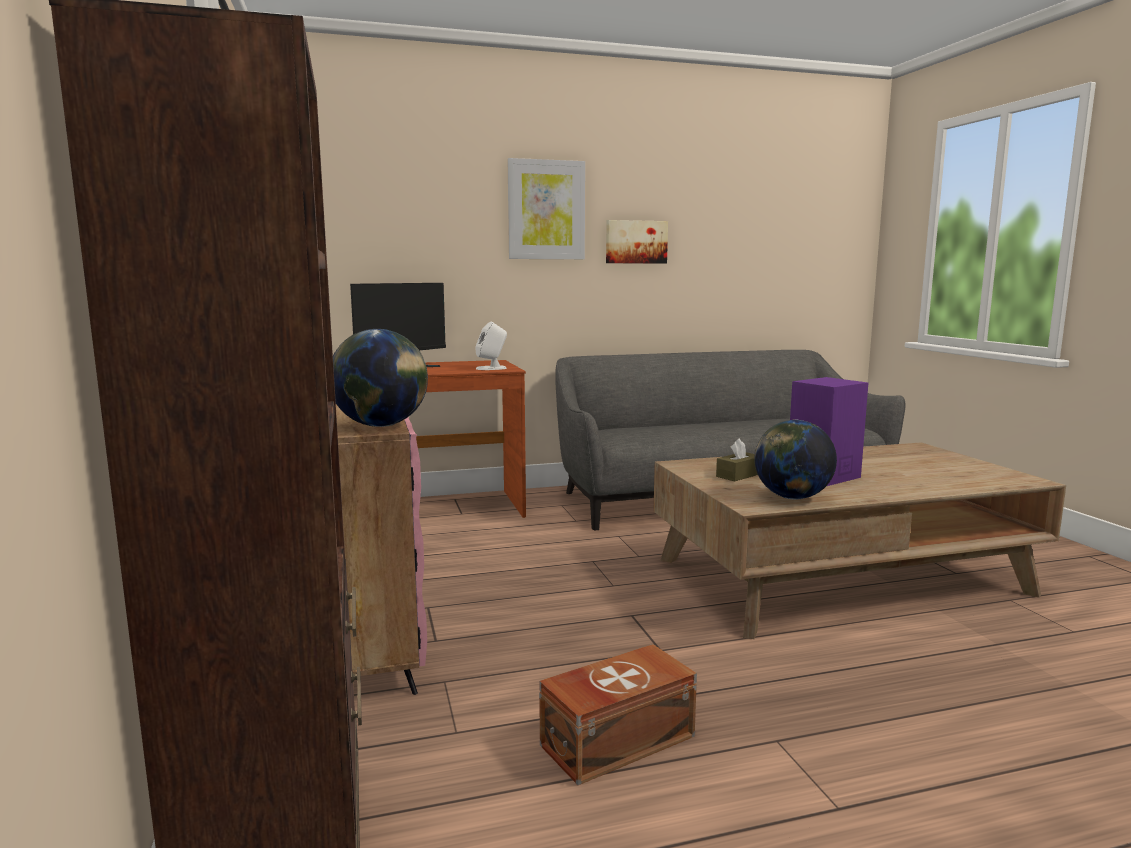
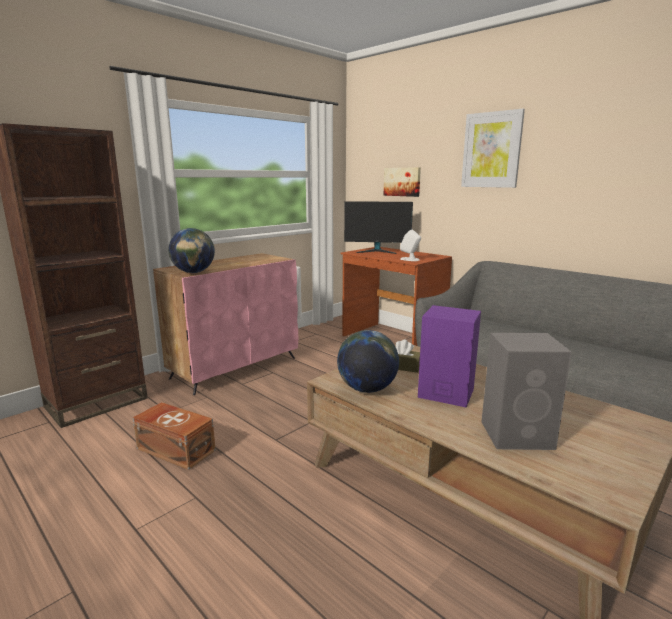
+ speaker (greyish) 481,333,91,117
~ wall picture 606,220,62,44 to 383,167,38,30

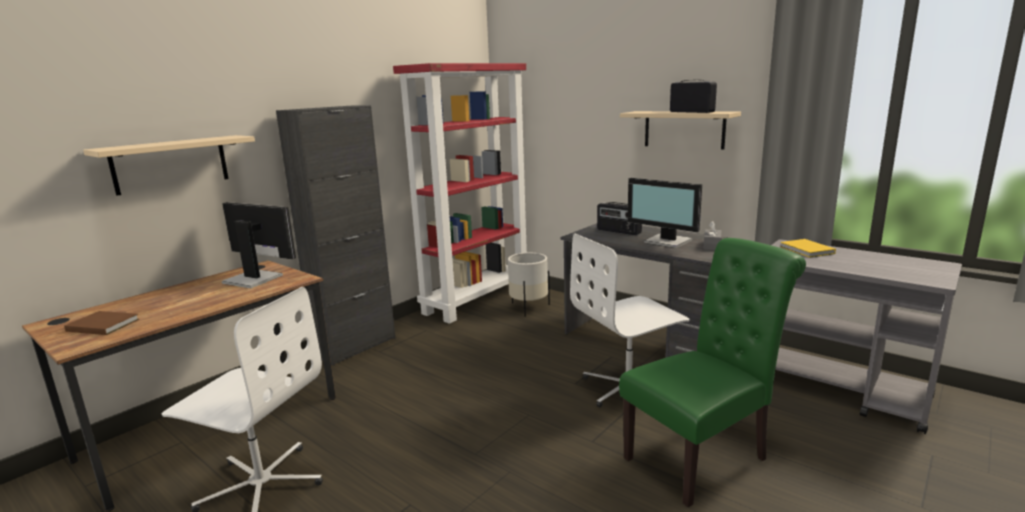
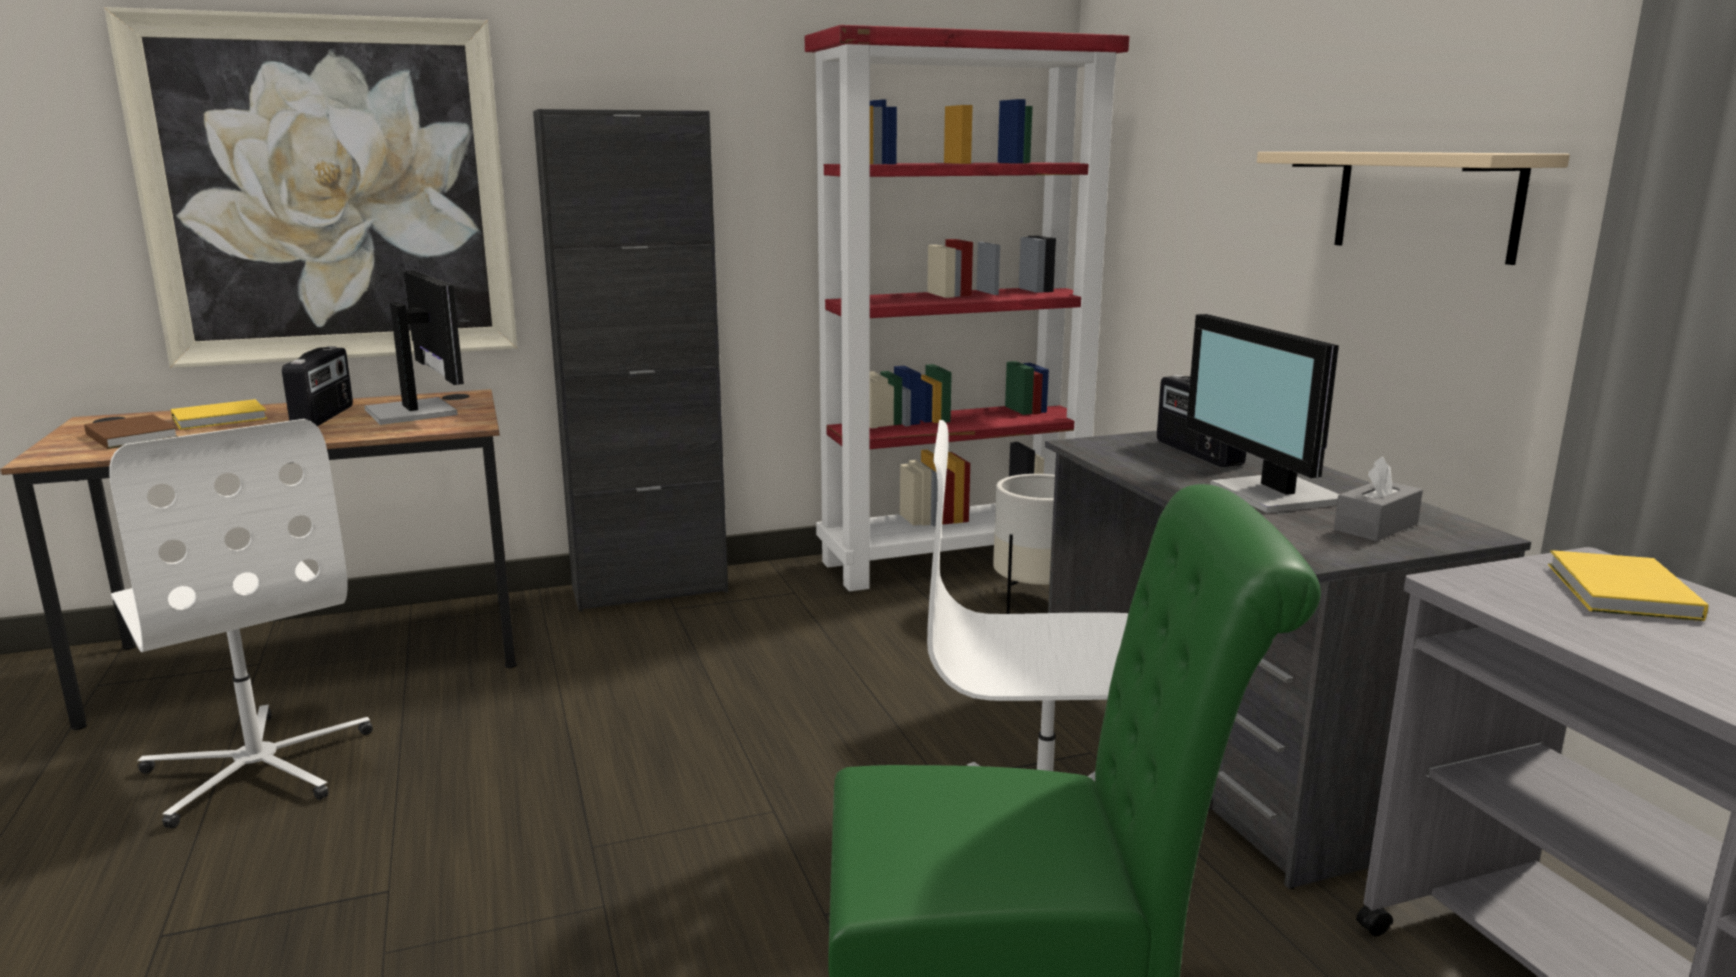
+ book (yellow) 171,399,96,31
~ radio 670,80,47,33 to 282,346,71,80
~ wall shelf (beige) 83,135,172,61 to wall picture 104,7,414,361

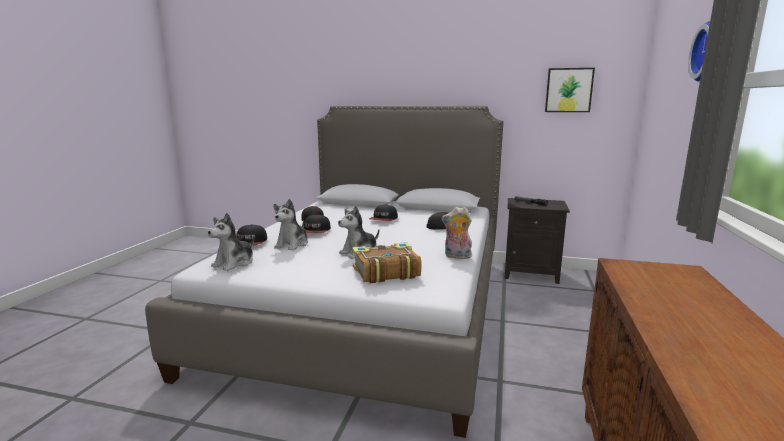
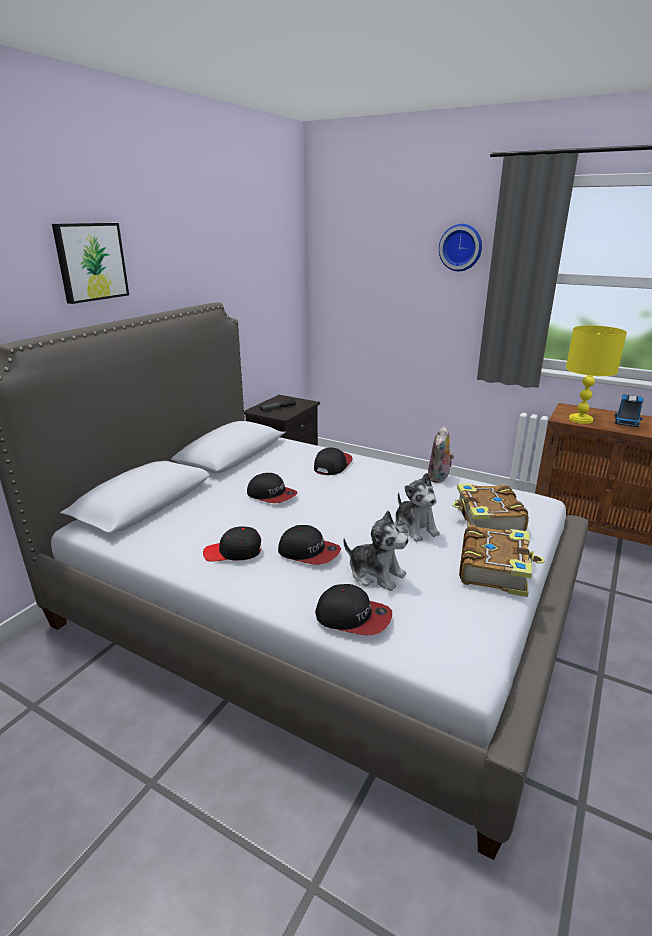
- soft toy 208,213,46,58
+ book 459,525,86,72
+ lamp for a table (yellow) 566,326,61,98
+ toy lorry 615,395,29,32
~ wall picture 545,68,50,44 to 52,223,77,81

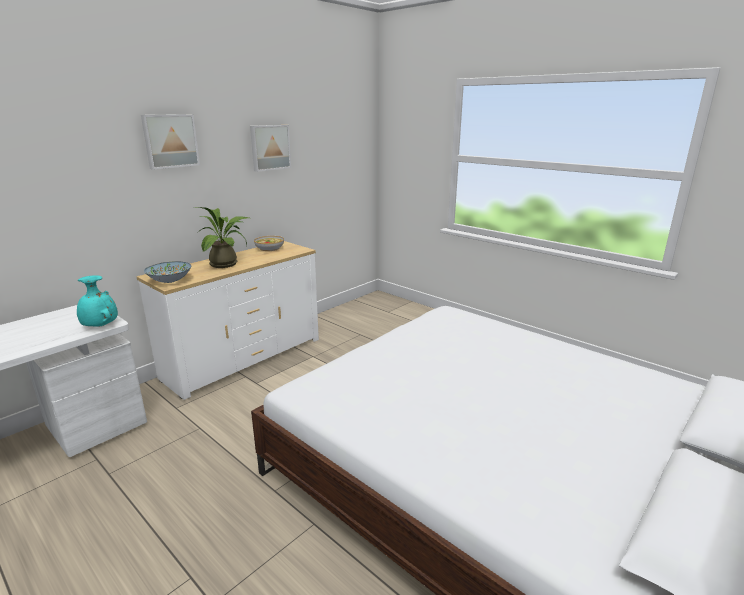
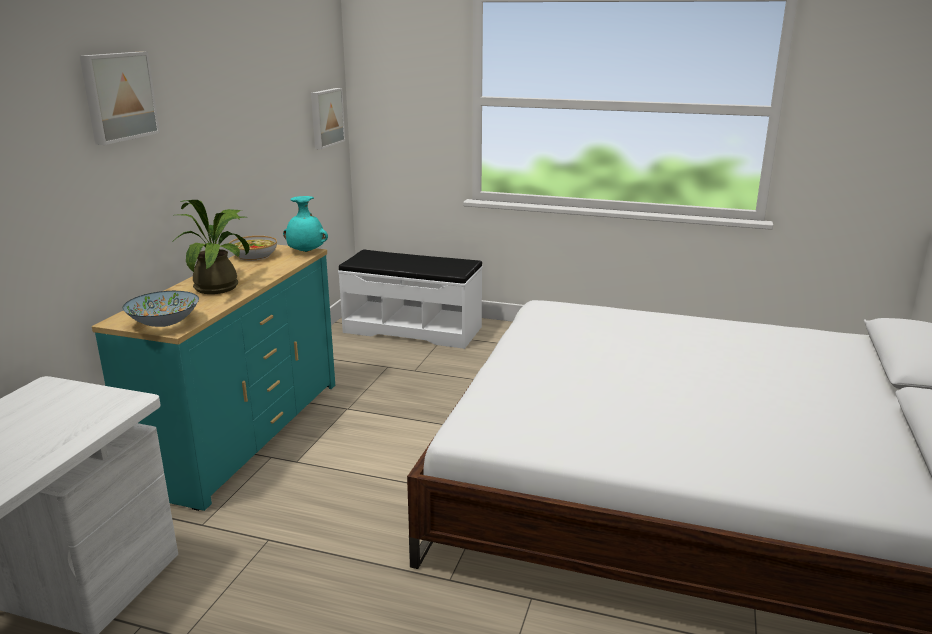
+ long seat (white) 338,249,145,100
~ vase (turquoise) 77,275,41,52 to 283,196,45,56
~ wall picture 250,125,41,47 to 311,88,34,61
~ drawer chest (white) 136,241,183,159 to drawer chest (turquoise) 92,245,243,266

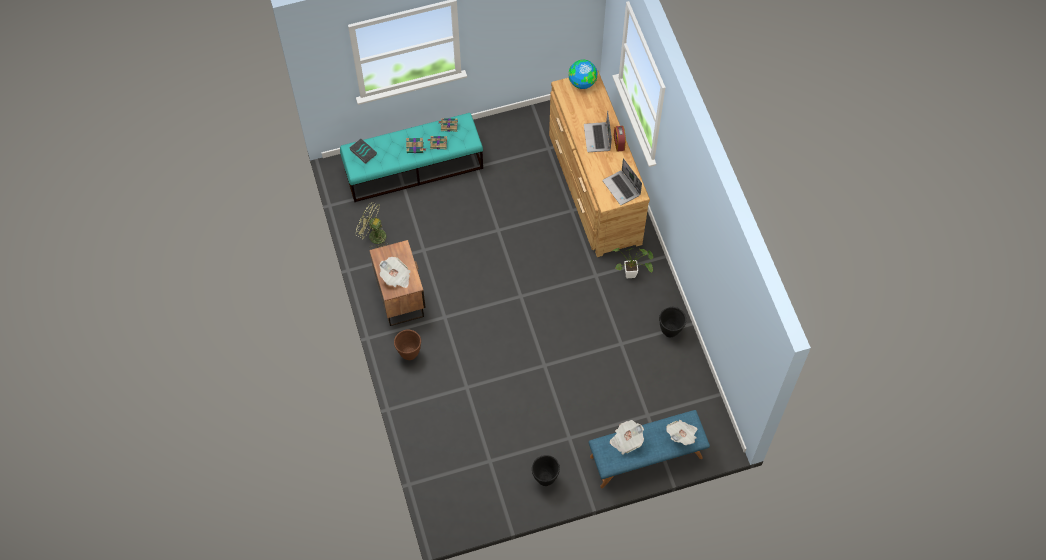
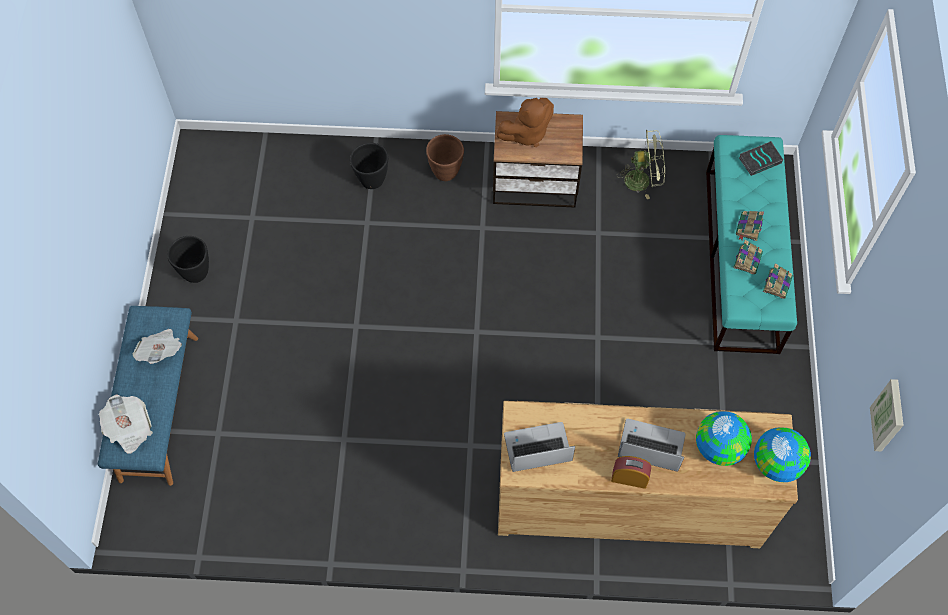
- potted plant 613,248,41,30
+ globe 696,411,56,55
+ wall picture 870,379,34,72
~ flower pot (black-coloured) 659,307,27,30 to 350,143,38,46
~ daily paper 380,257,31,31 to soft toy (brown-coloured) 497,98,57,49
~ electric fan (green-coloured) 356,202,30,46 = 616,130,49,70 45 degrees clockwise

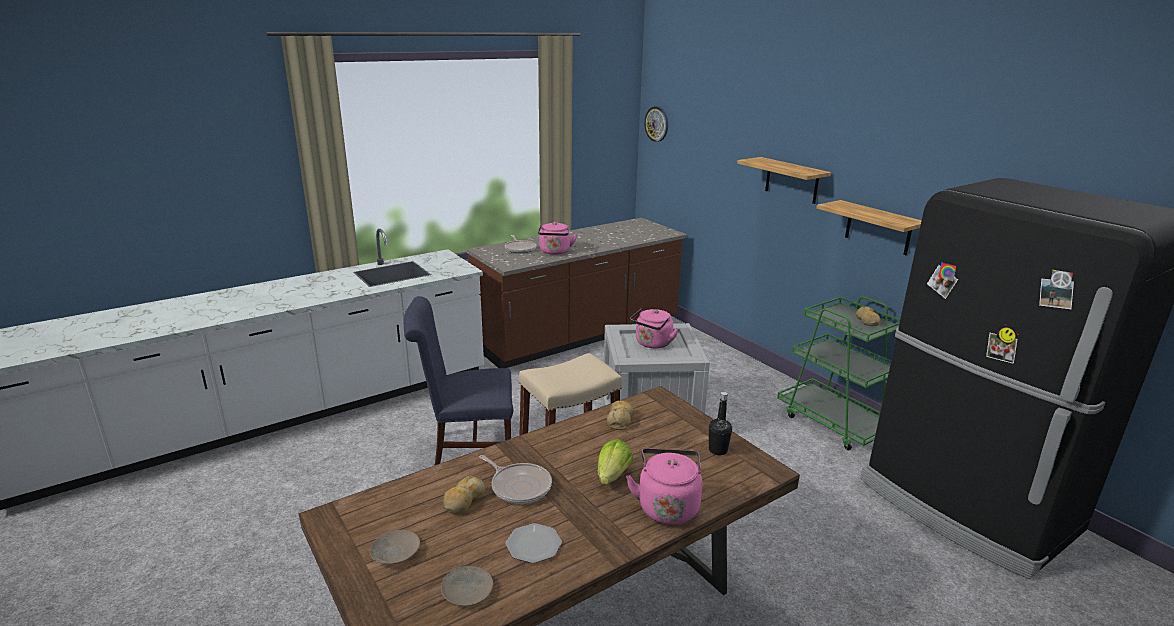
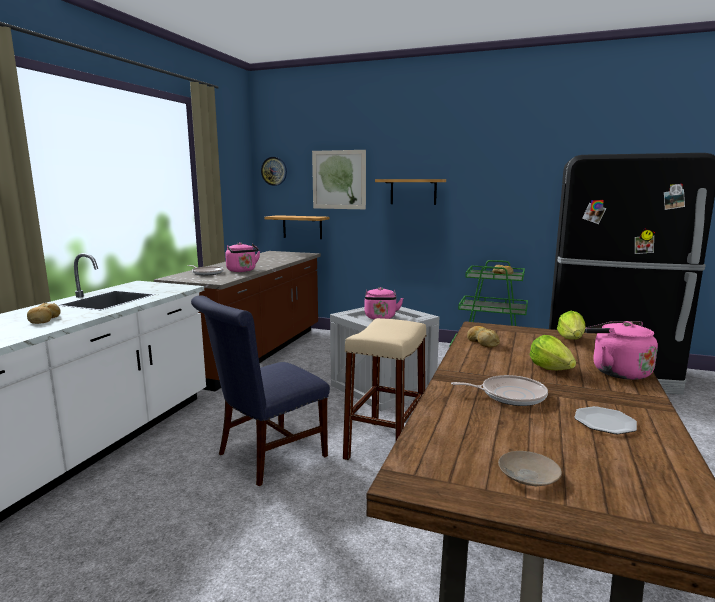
- dinner plate (beige) 441,566,52,40
+ wall picture 312,150,54,59
~ baked bread 443,476,42,39 to 27,303,34,21
~ wall shelf 816,200,106,55 to 265,215,65,24
~ bottle (black-coloured) 709,392,23,63 to head of lettuce 557,311,29,28

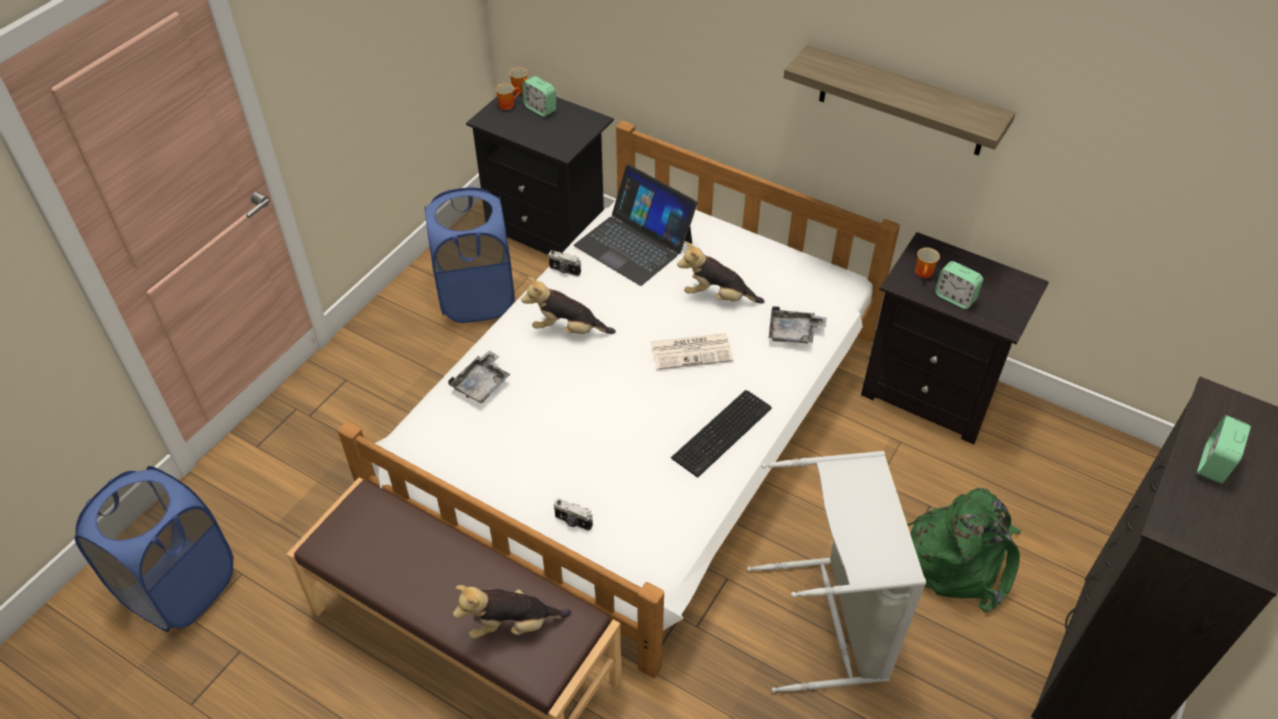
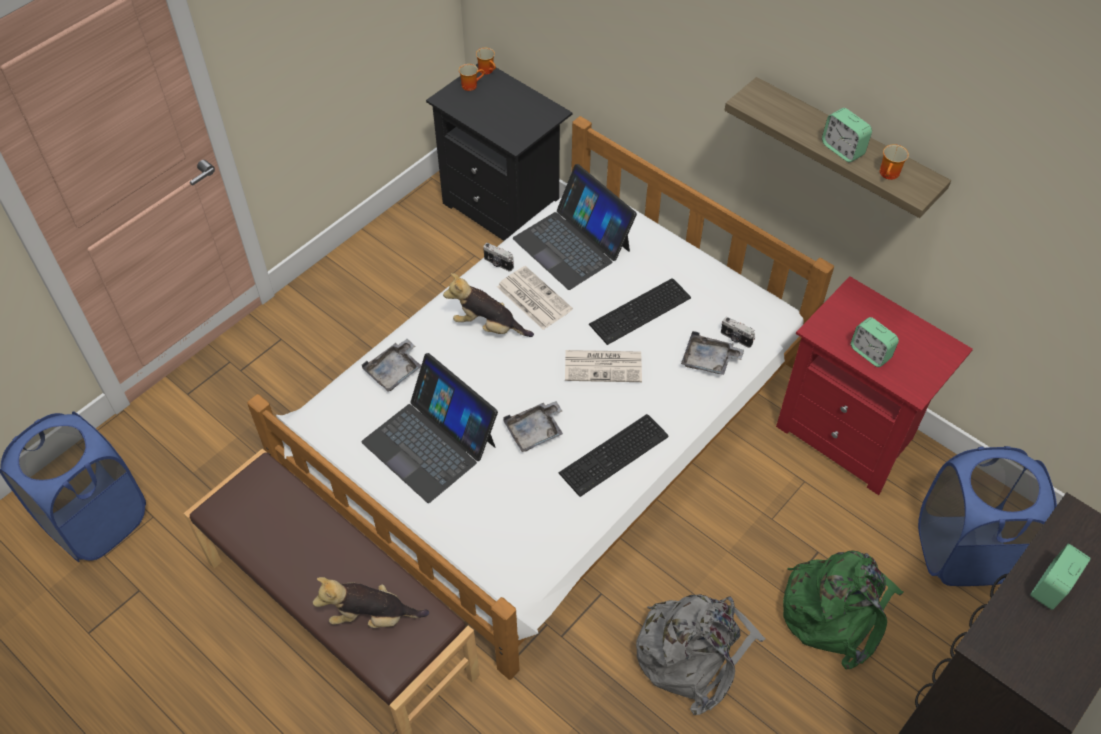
+ portable computer 362,353,136,150
+ daily paper 497,266,76,64
+ serving tray (greyish) 503,401,60,51
~ laundry basket (bluish) 424,187,91,136 to 918,446,139,140
~ bedside clock 522,76,34,41 to 822,108,50,54
~ photo camera 554,498,39,33 to 721,317,34,31
~ mug 915,247,25,31 to 880,144,29,36
~ soft toy 677,242,87,61 to keyboard 589,278,102,67
~ laundry basket (greyish) 747,451,179,242 to backpack (greyish) 636,594,129,121
~ bedside table (black-coloured) 861,232,188,212 to bedside table (red-coloured) 776,276,197,219

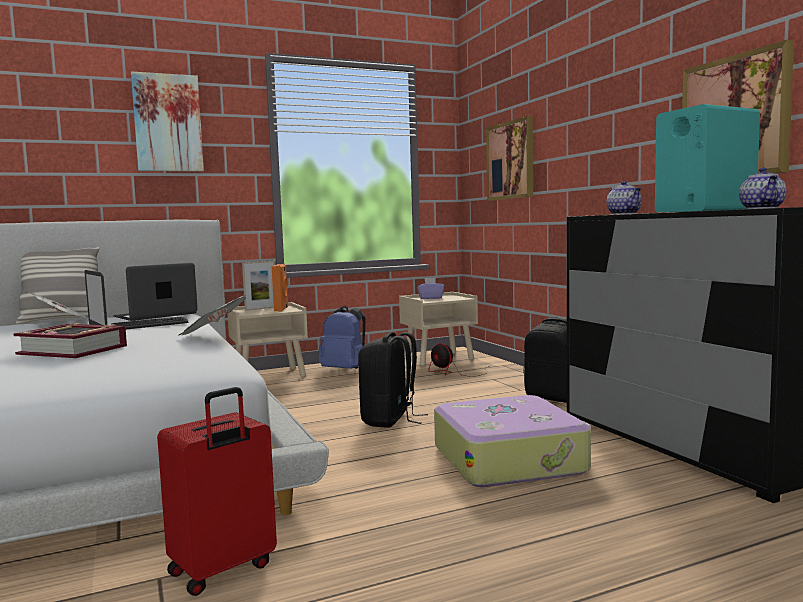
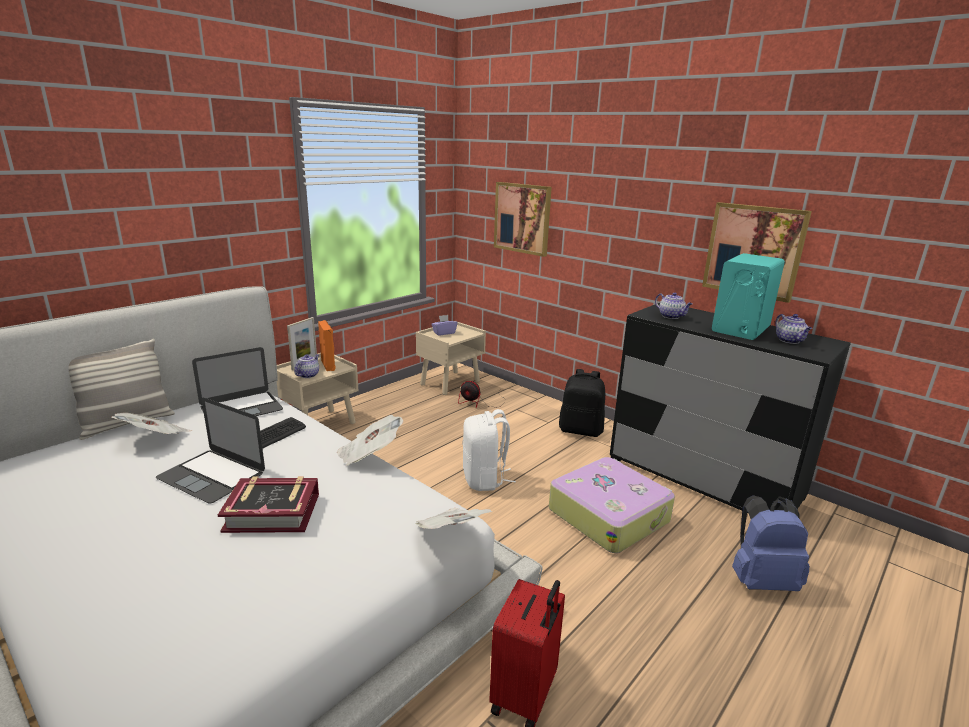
- wall picture 131,71,73,101
+ teapot 294,354,25,24
+ daily paper 416,508,76,21
~ backpack (bluish) 319,306,47,63 to 732,495,78,96
~ backpack (black-coloured) 358,332,70,96 to backpack (white) 463,409,53,82
~ portable computer 113,263,85,58 = 192,347,91,69 150 degrees counterclockwise

